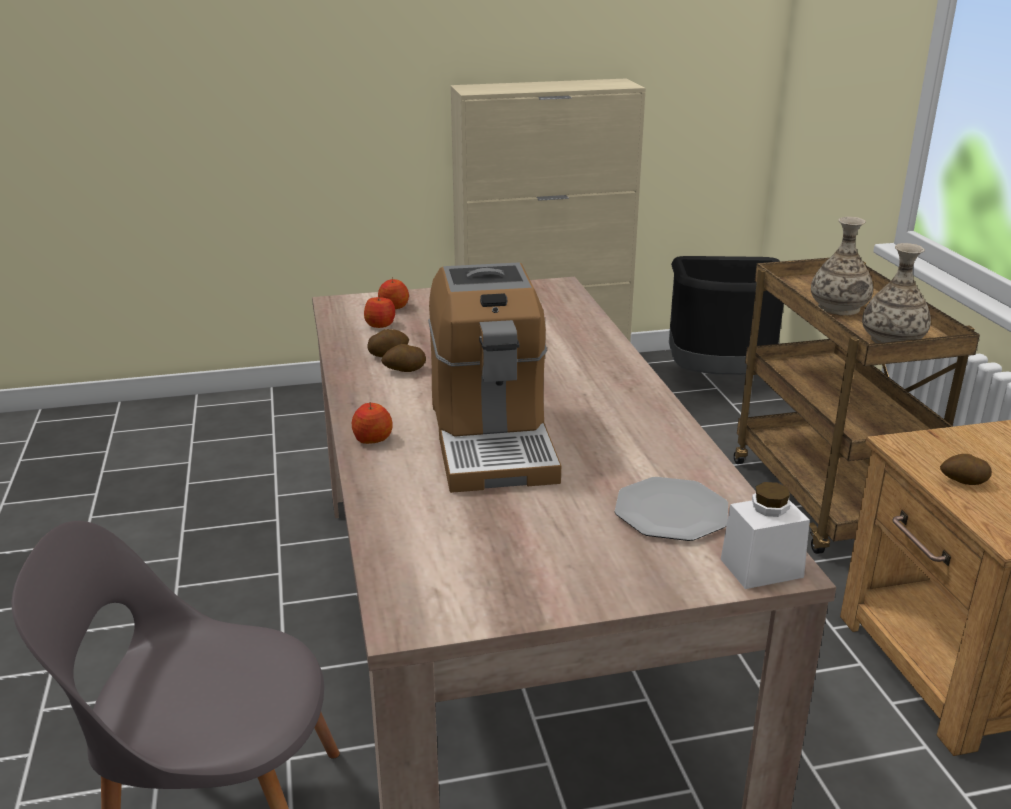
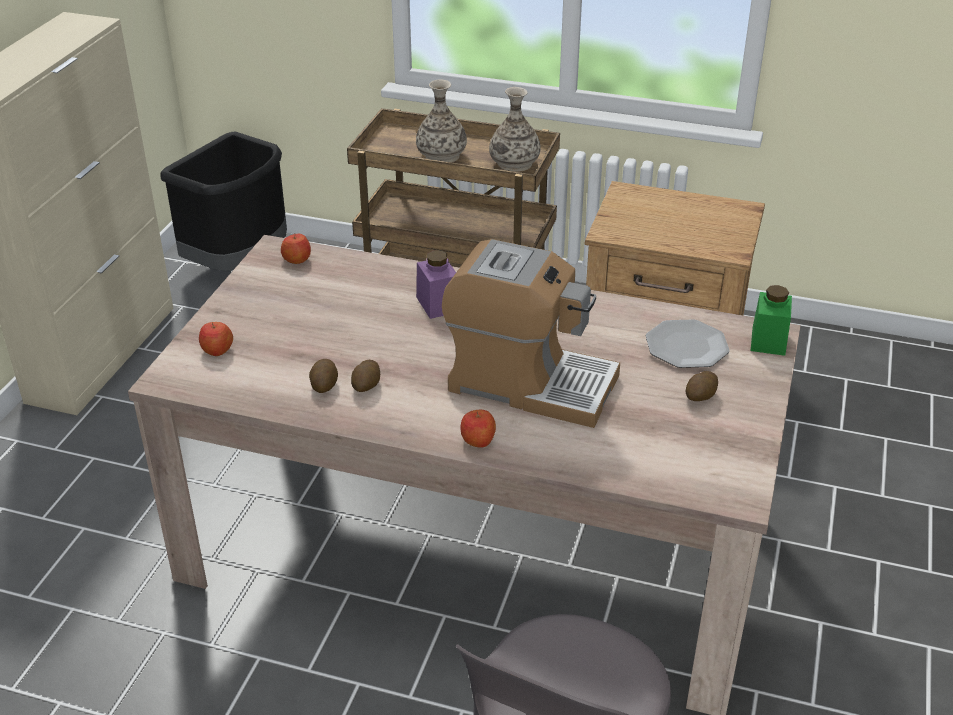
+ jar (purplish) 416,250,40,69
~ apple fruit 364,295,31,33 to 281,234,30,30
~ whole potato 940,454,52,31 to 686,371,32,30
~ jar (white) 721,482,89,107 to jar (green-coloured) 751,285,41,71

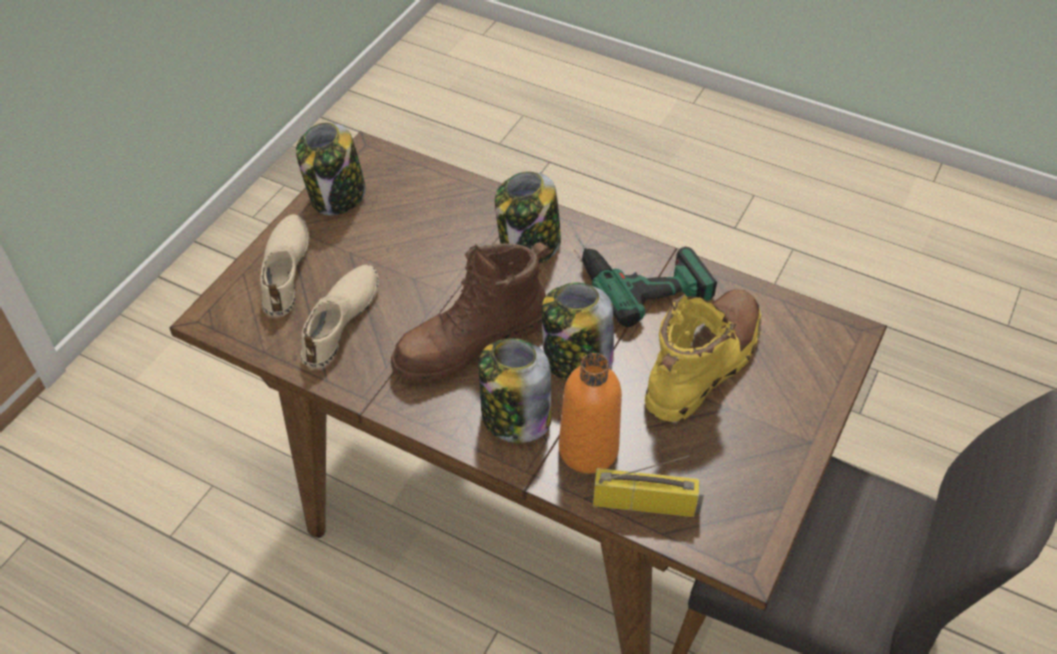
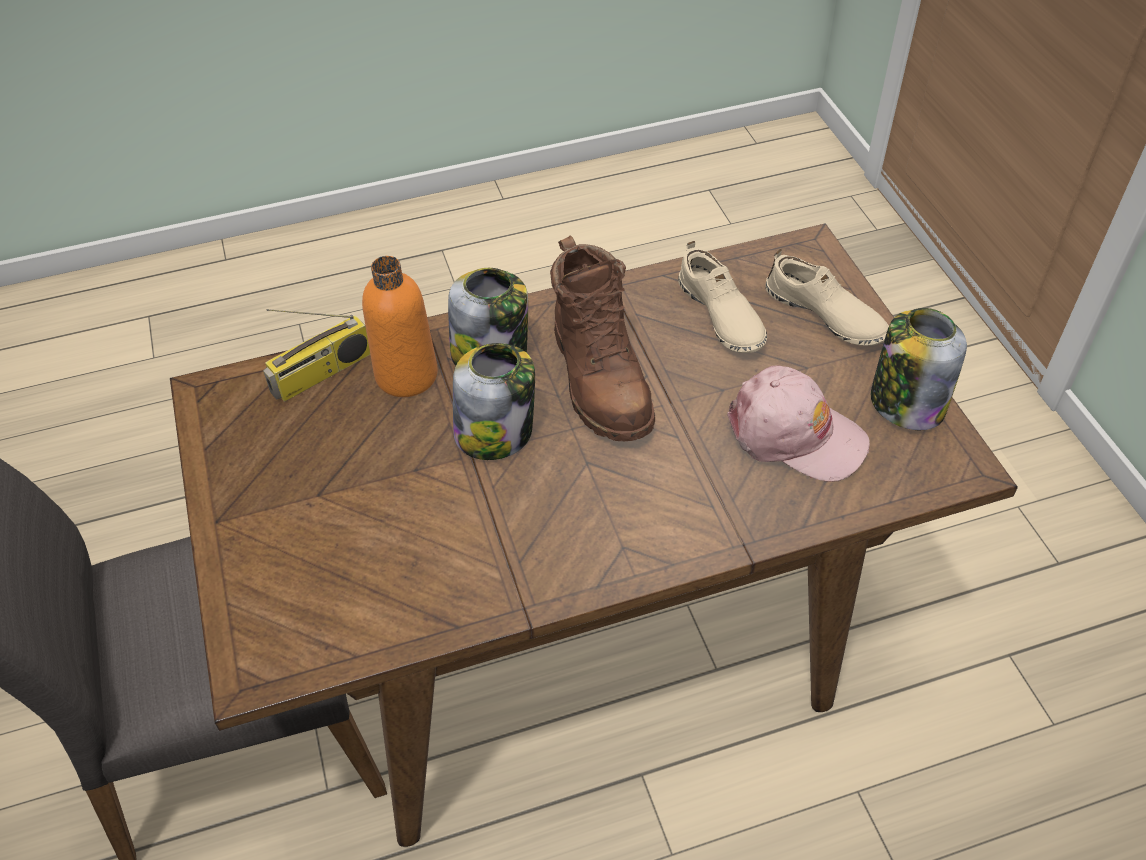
- jar 495,171,66,93
- power drill 575,235,142,92
- high-top boot (yellow) 645,289,116,133
+ peaked cap (pink-coloured) 727,365,143,117
~ high-top boot (brown-coloured) 391,242,160,140 = 550,235,105,206 150 degrees clockwise

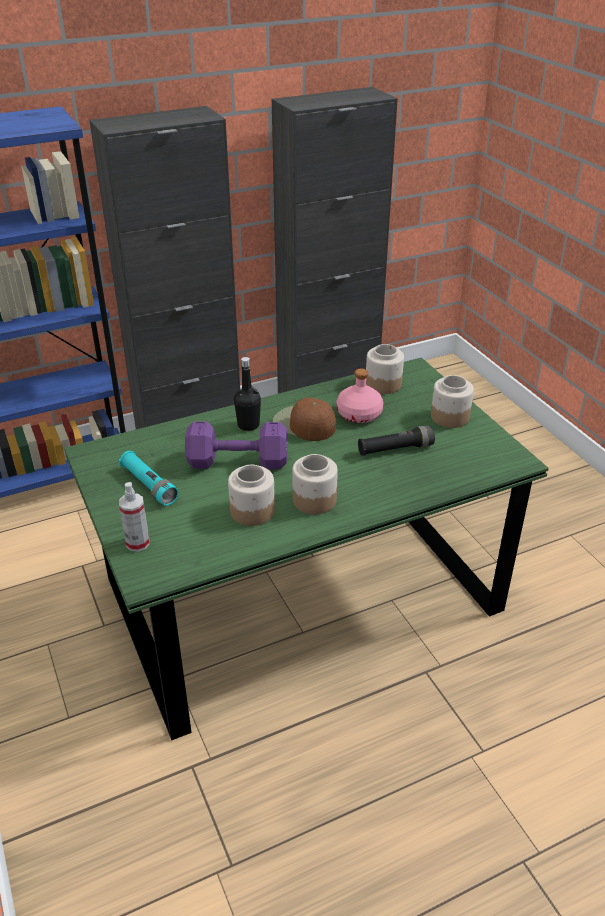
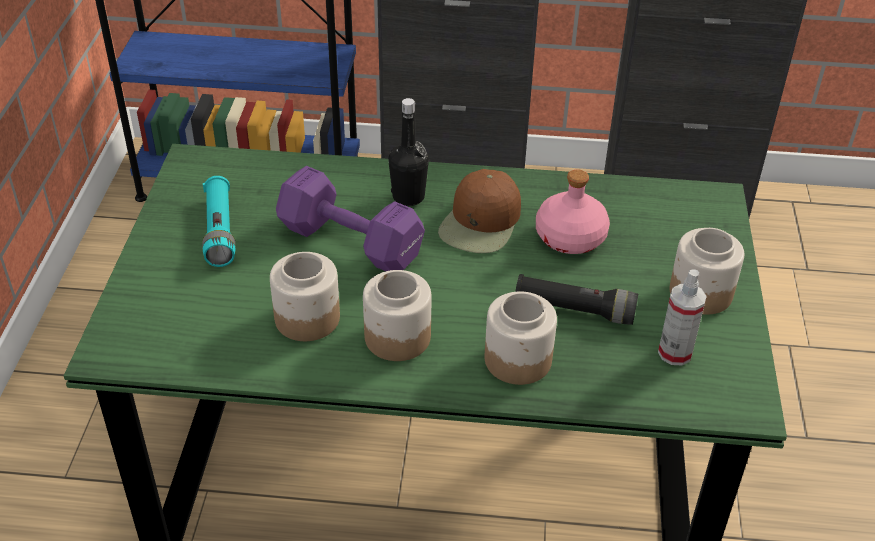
~ hand sprayer 119,482,31,70 to 658,269,49,96
~ jar 366,344,38,50 to 485,292,72,93
~ peaked cap (brown-coloured) 273,398,63,43 = 438,169,83,84 135 degrees counterclockwise

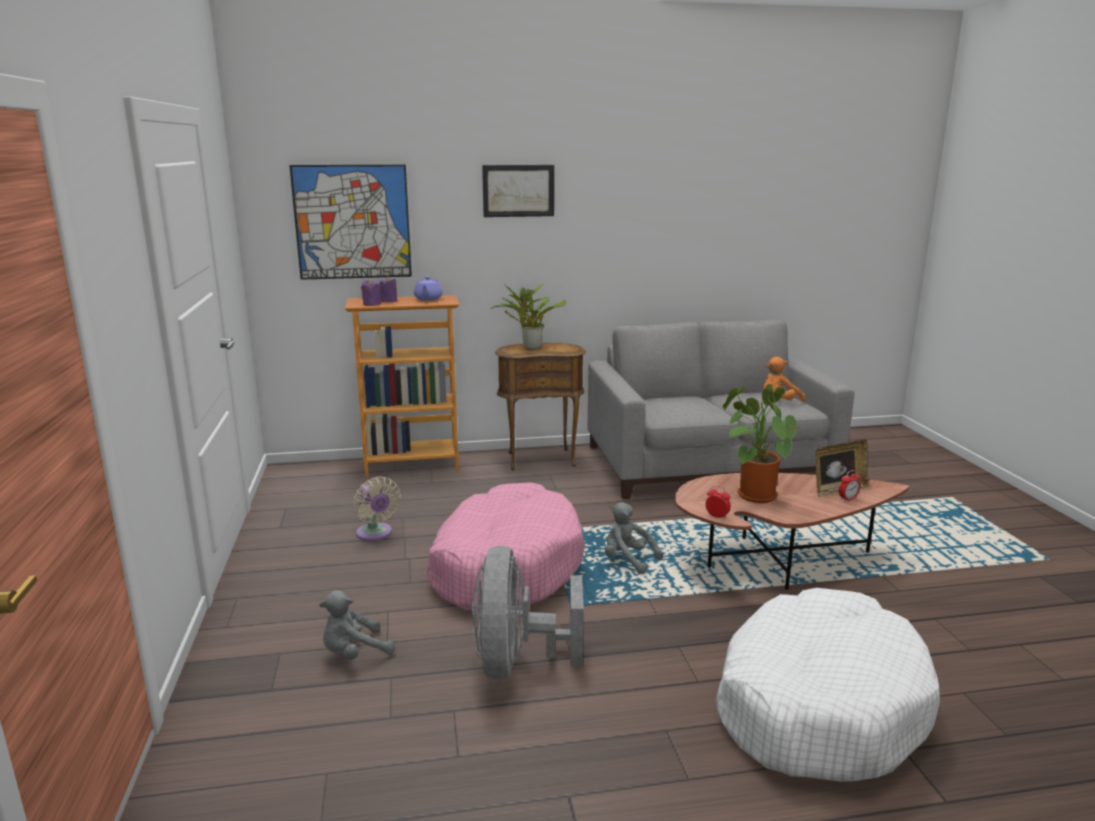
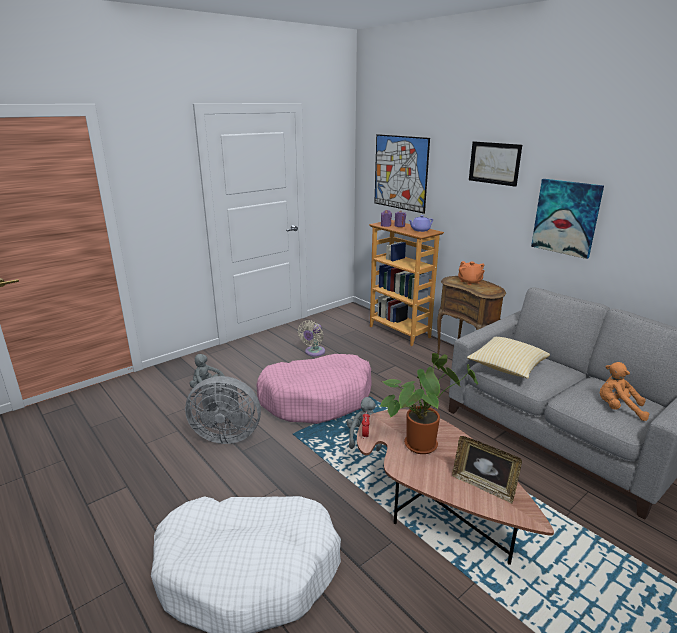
- bedside clock 839,470,22,32
+ throw pillow 467,337,83,42
+ wall picture 531,179,73,80
~ potted plant 490,284,76,66 to teapot (orangey) 458,261,27,24
~ electric fan (greyish) 472,546,112,133 = 185,376,76,68 150 degrees counterclockwise

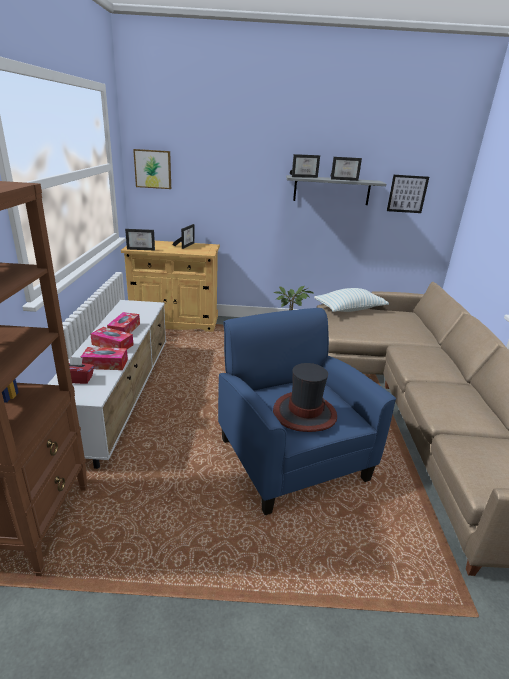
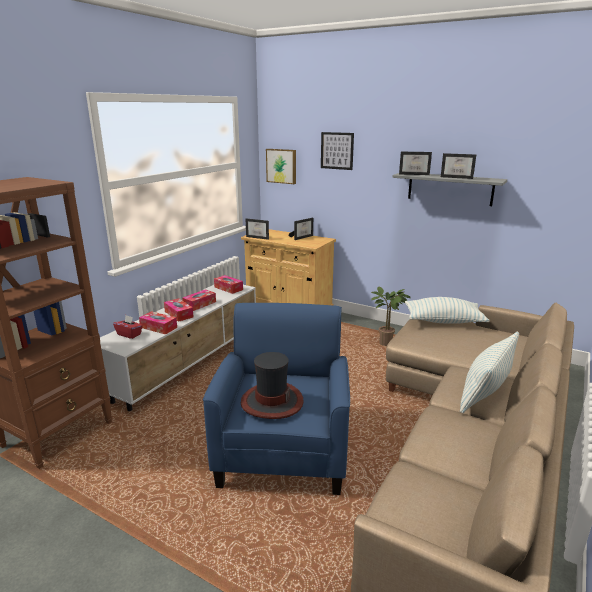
+ tissue box 214,275,29,19
+ throw pillow 460,332,59,82
~ wall picture 387,175,42,38 to 321,132,33,38

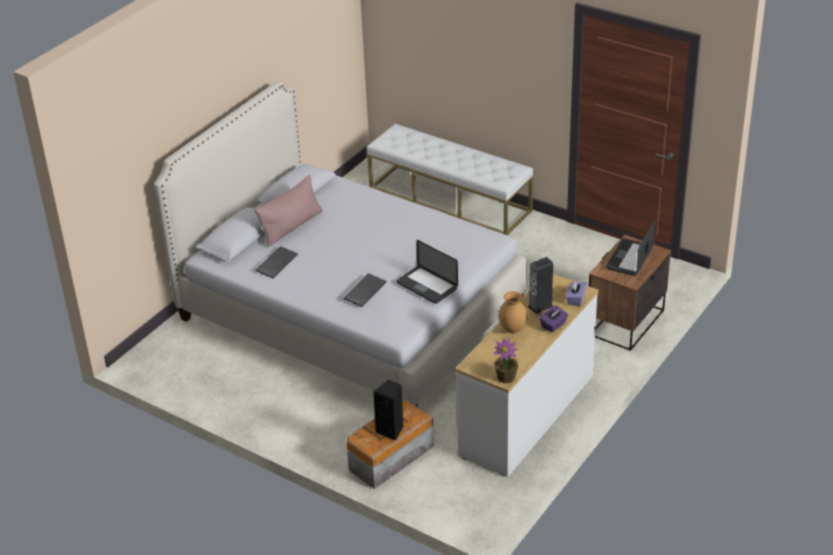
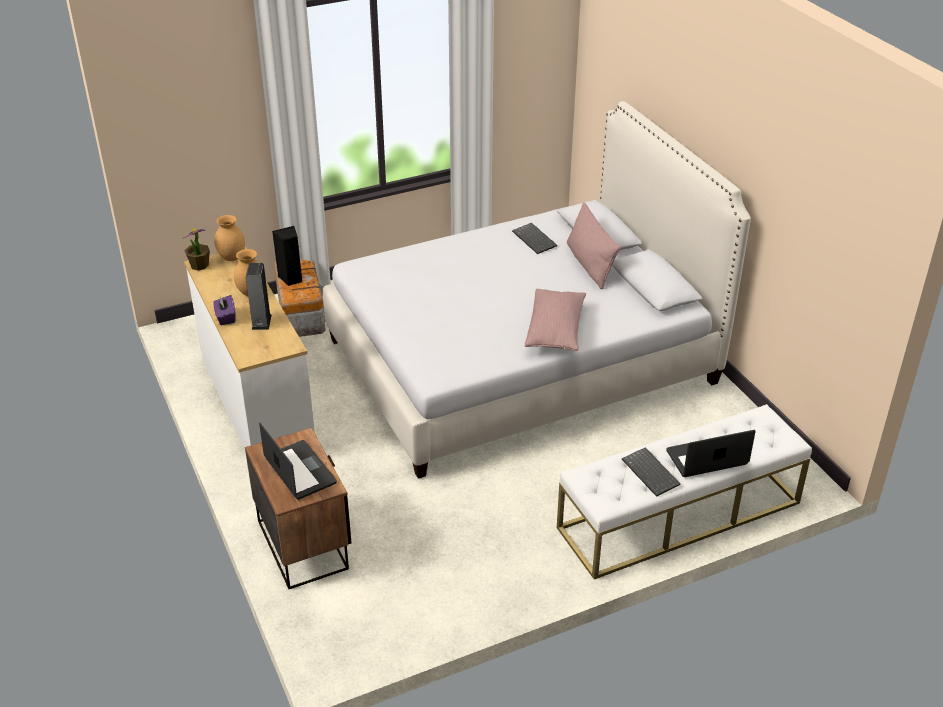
- tissue box (purplish) 566,280,21,26
+ vase (brown-coloured) 214,215,31,46
+ throw pillow (pink-coloured) 525,289,61,62
~ keyboard 344,273,42,34 to 622,448,58,49
~ portable computer 396,240,62,64 to 666,430,90,47

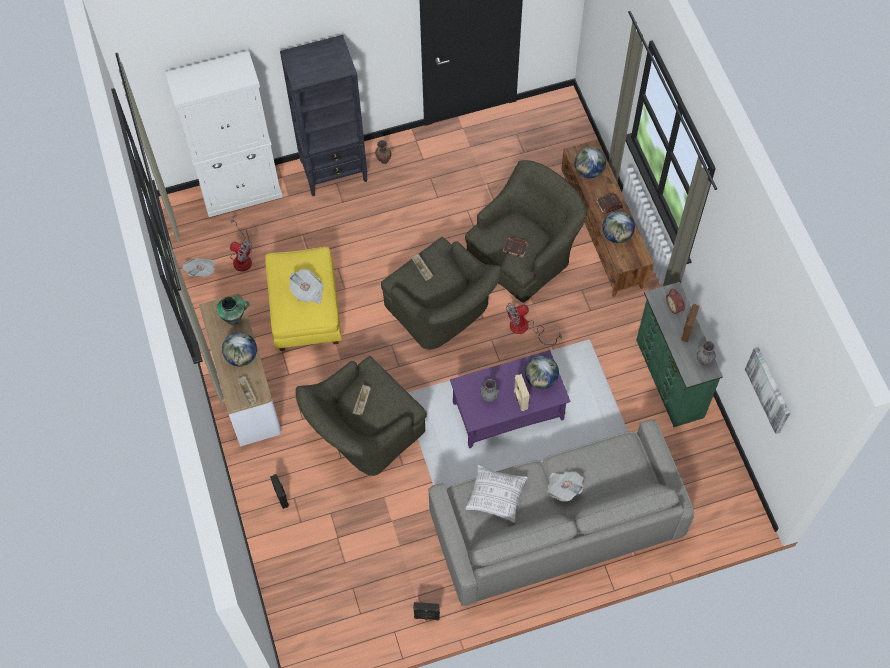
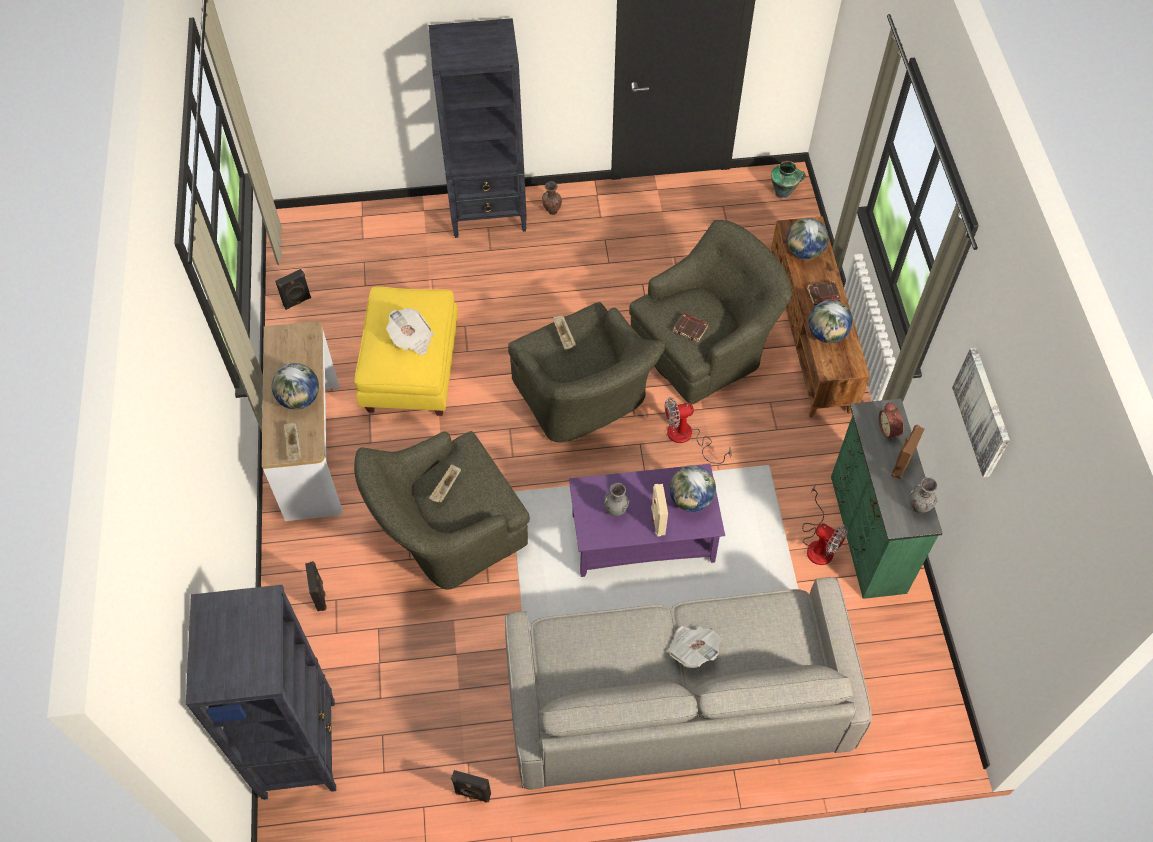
- cabinet (white) 165,50,118,167
- throw pillow 465,464,63,59
+ shelving unit (black-coloured) 186,585,150,215
~ vase 217,296,33,30 to 771,161,35,38
~ electric fan 230,217,22,54 to 802,484,46,81
~ wall picture 745,347,45,87 to 952,348,58,129
~ daily paper 182,257,34,20 to speaker (black-coloured) 275,269,36,41

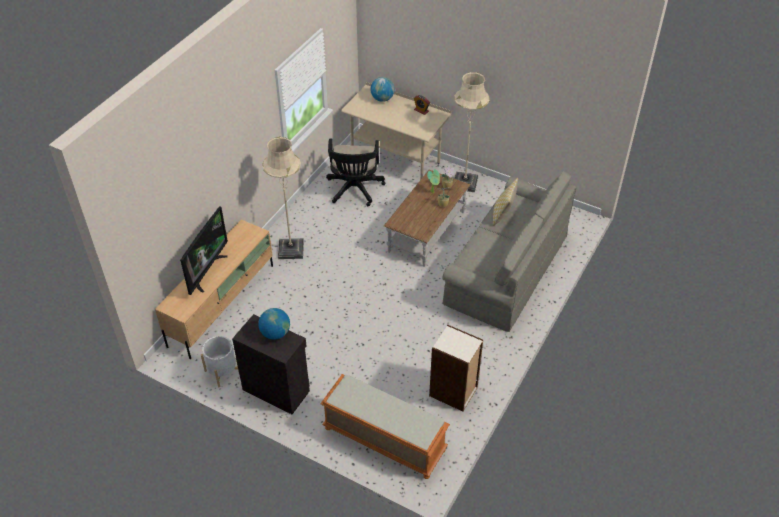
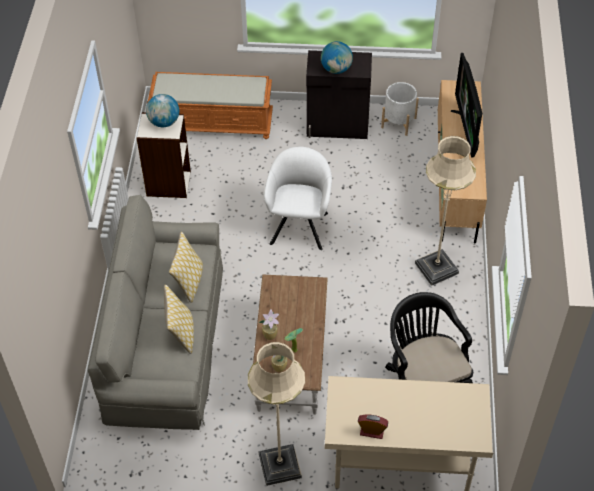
+ throw pillow 169,232,34,71
+ lounge chair (white) 264,147,68,103
~ globe 370,77,25,25 to 146,94,33,33

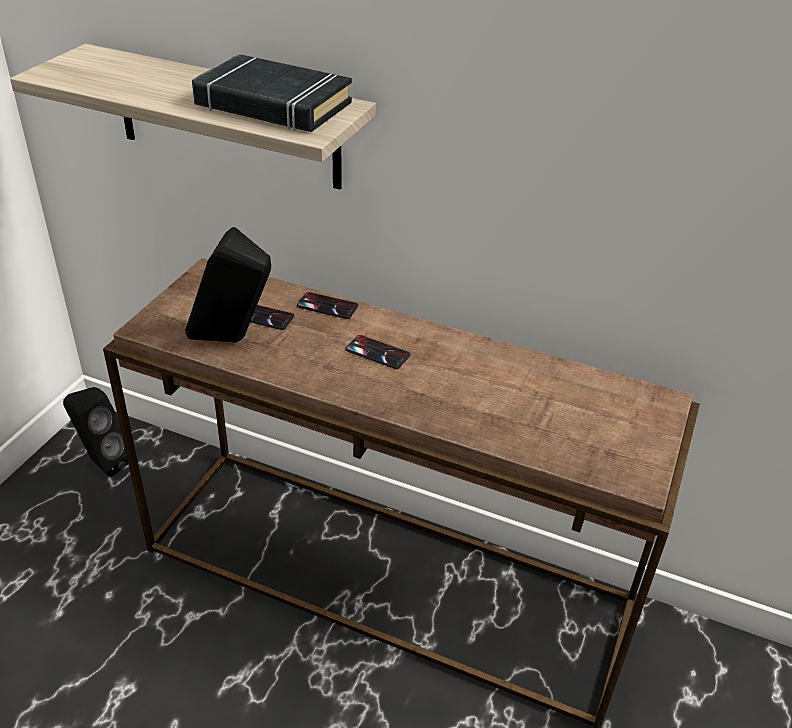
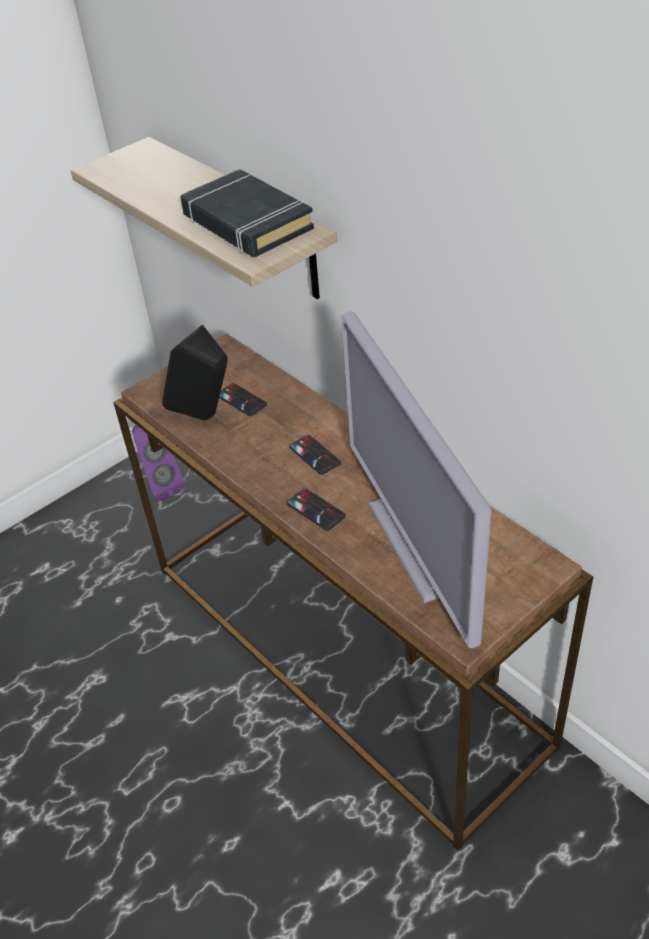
+ TV 341,311,151,337
~ handset 297,292,61,27 to 287,489,59,42
~ speaker (black-coloured) 63,387,65,90 to speaker (purplish) 132,425,52,76

